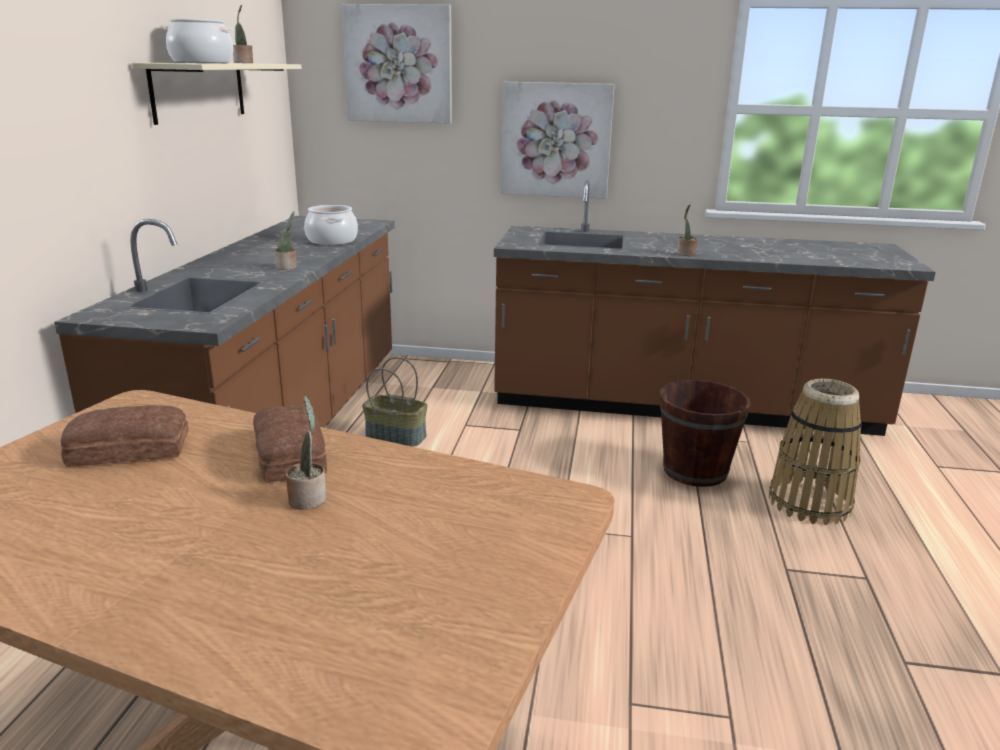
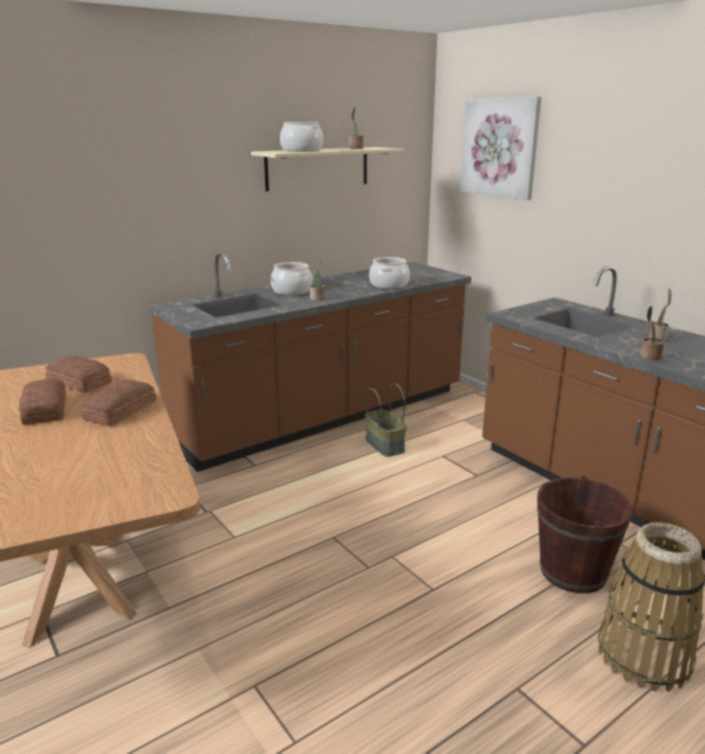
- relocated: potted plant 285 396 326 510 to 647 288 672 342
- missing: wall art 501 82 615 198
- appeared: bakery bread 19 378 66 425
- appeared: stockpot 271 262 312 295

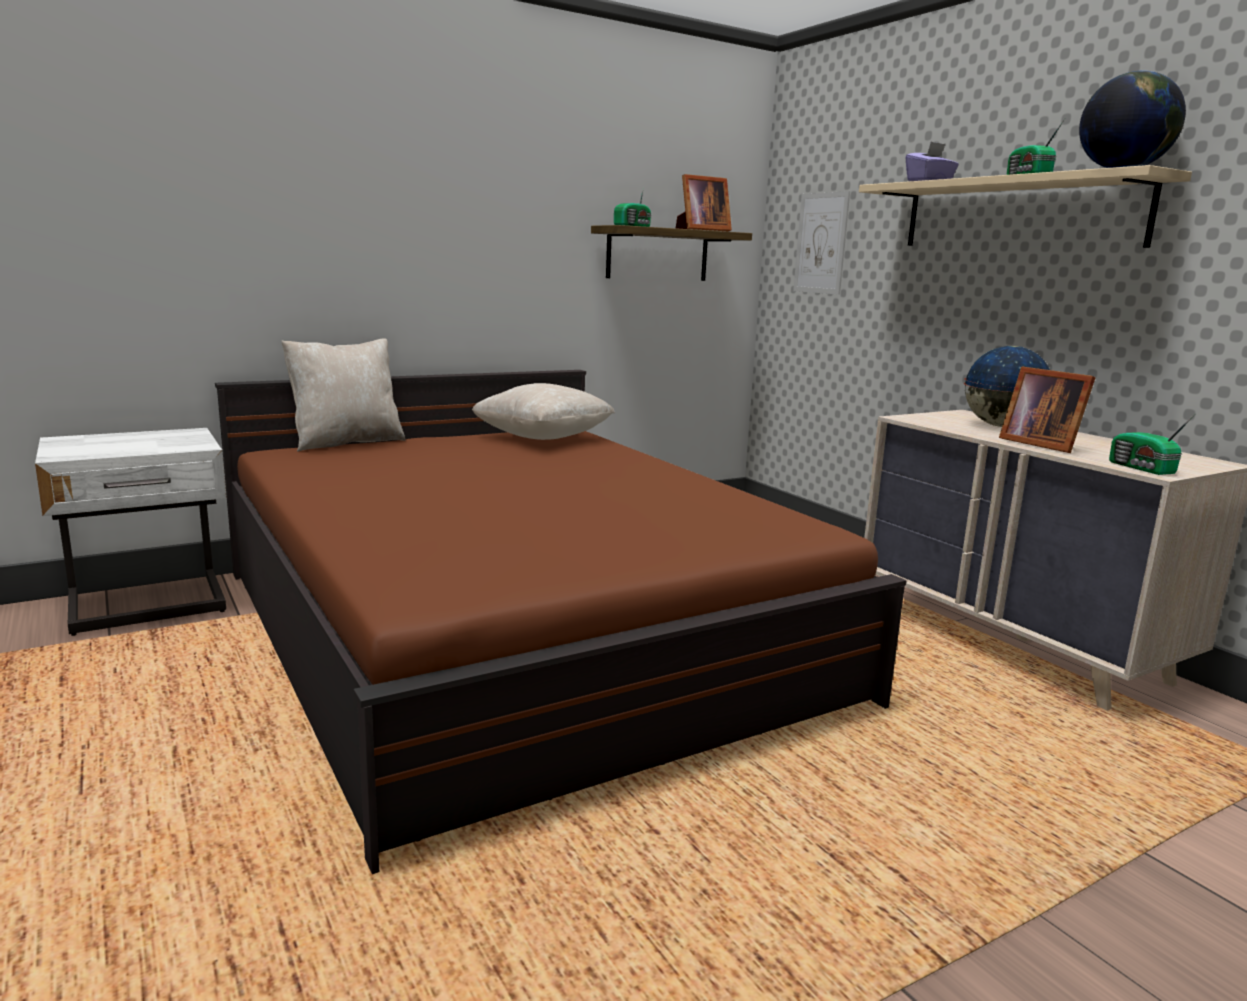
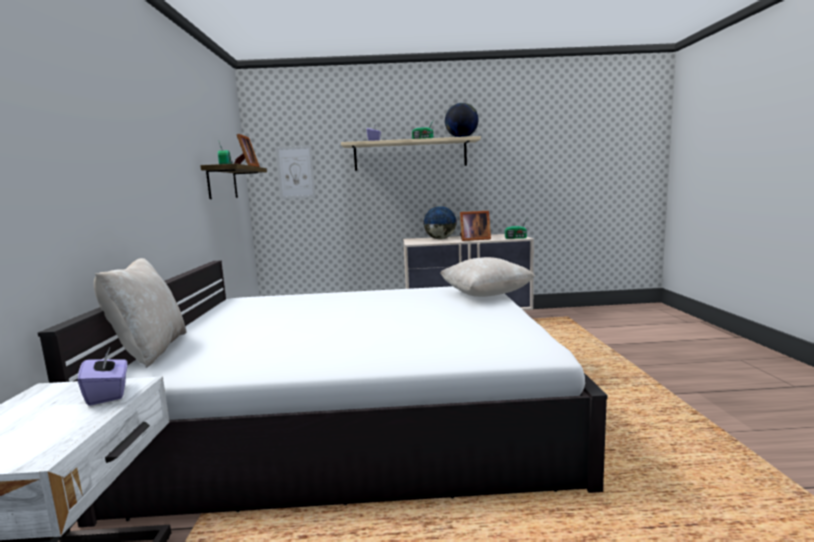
- colour: bed in brown-coloured 215 370 907 874 to bed in whitish 38 260 608 527
- relocated: cushion in beige 472 383 615 440 to 440 257 536 297
- appeared: box of tissues in purple-coloured 78 348 128 406

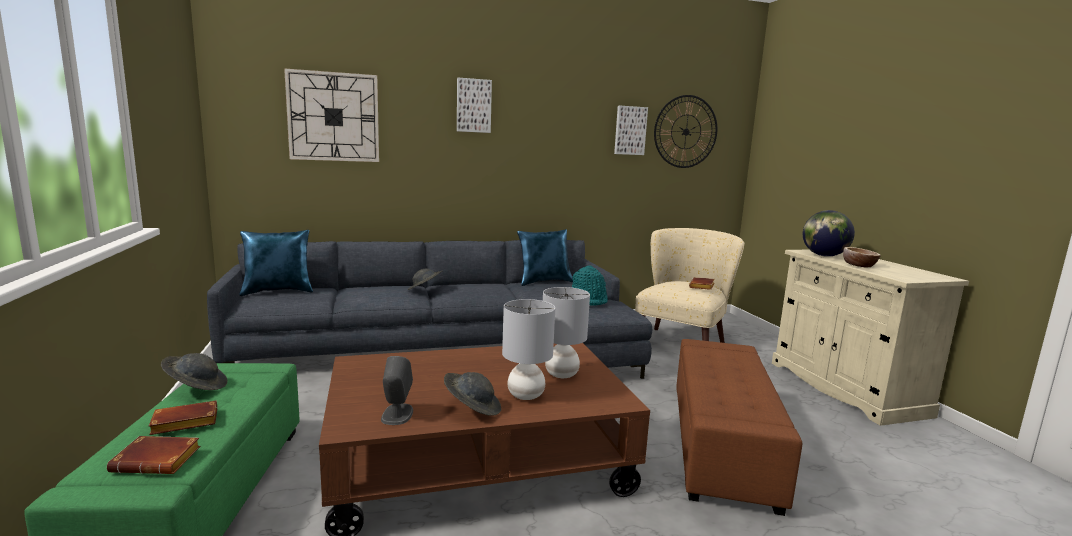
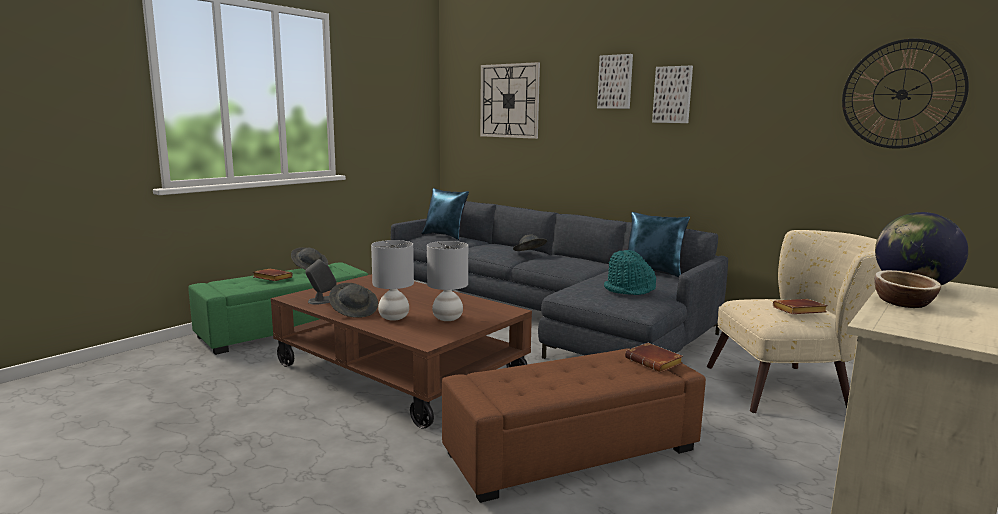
- relocated: bound book in brown-coloured 107 436 200 474 to 625 343 683 372
- relocated: wall art 614 106 648 155 to 652 66 693 123

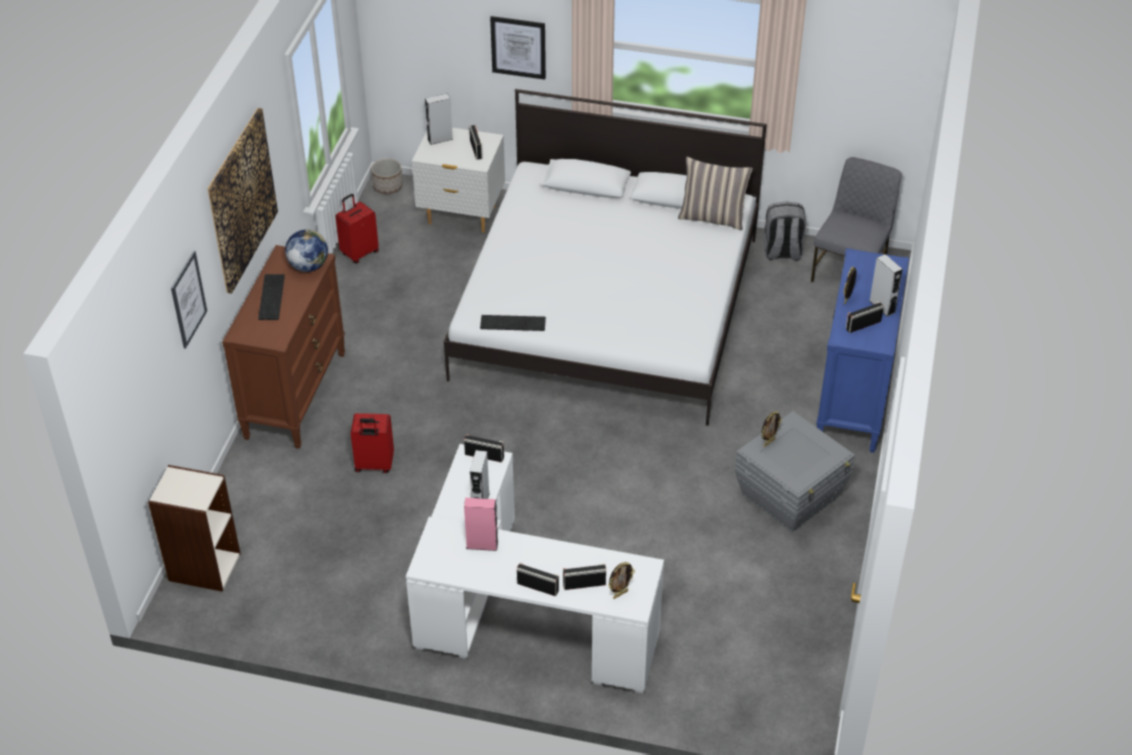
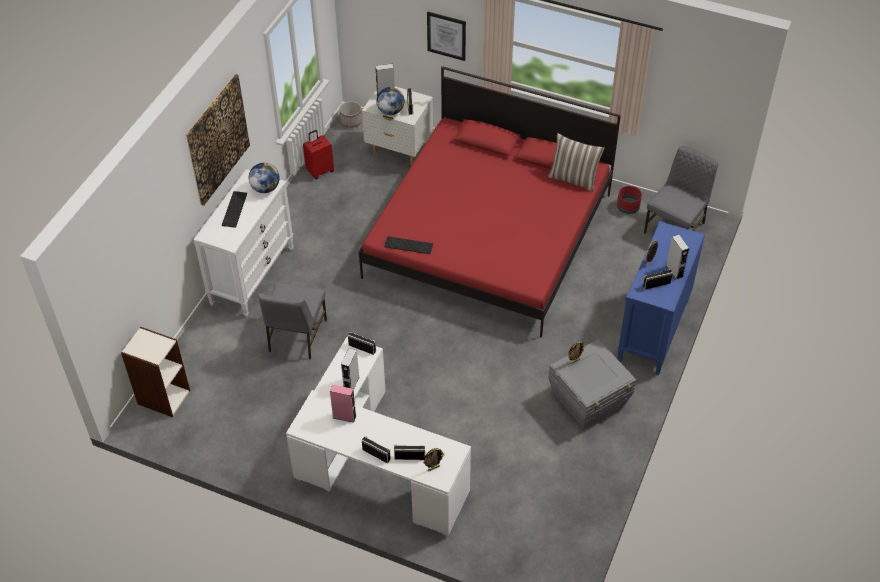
- missing: wall art 171 251 207 349
- colour: drawer chest in brown-coloured 222 245 345 449 to drawer chest in whitish 193 169 294 317
- exchanged: suitcase in reddish 351 413 394 473 to chair in grey 258 282 327 359
- colour: bed in whitish 444 89 767 426 to bed in reddish 359 66 621 337
- exchanged: knapsack in grey 763 201 806 261 to planter in reddish 617 186 642 214
- appeared: desk globe 376 87 405 115

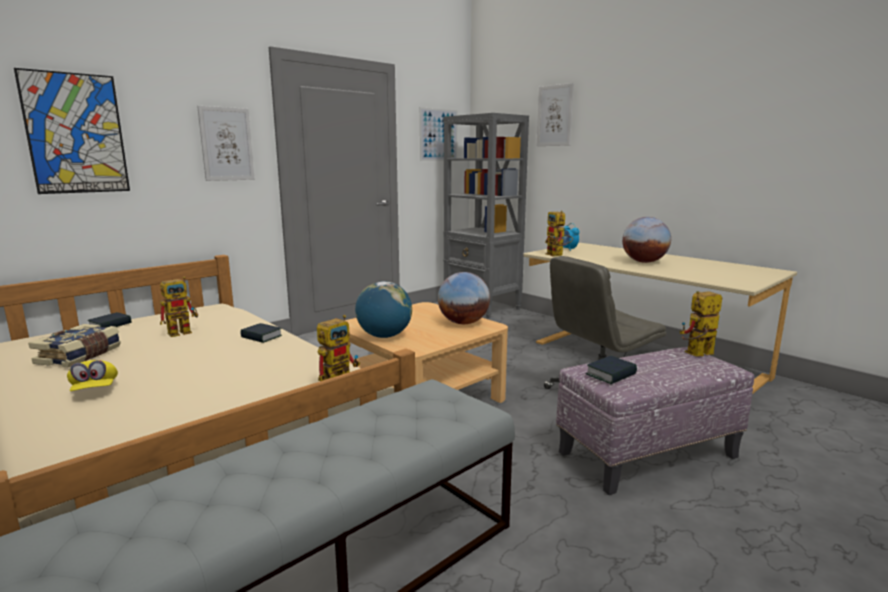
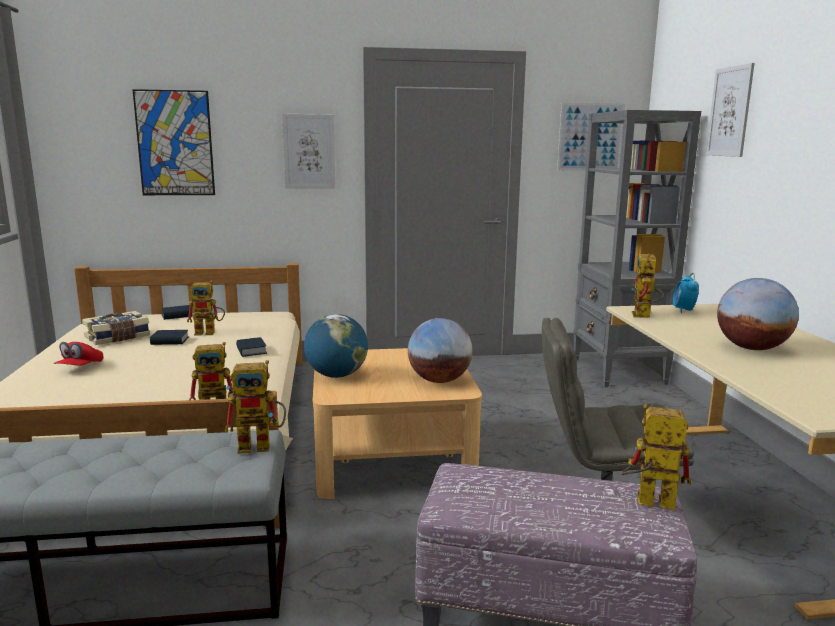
- colour: baseball cap in yellow-coloured 67 360 118 391 to baseball cap in reddish 54 342 103 366
- relocated: bound book 585 356 637 384 to 150 330 189 345
- appeared: model robot 224 360 286 454

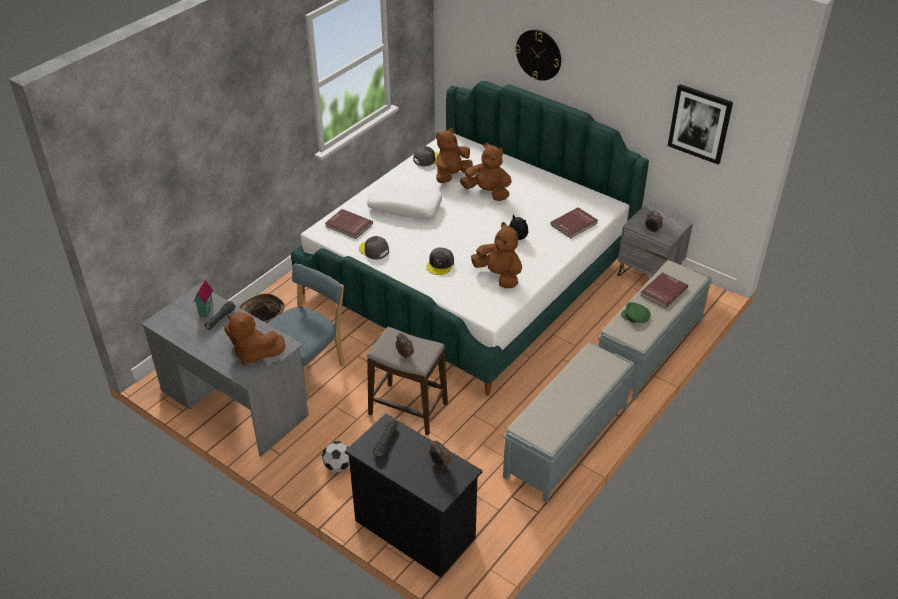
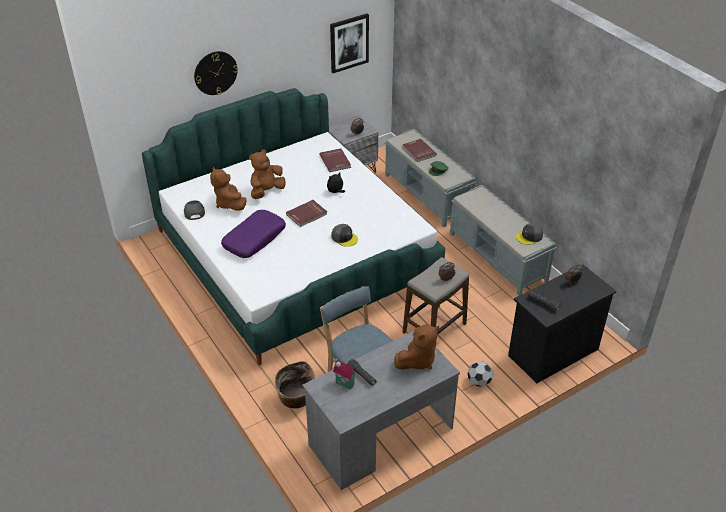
- relocated: bound book in reddish 325 209 373 239 to 286 200 327 227
- relocated: baseball cap in grey 359 236 389 260 to 516 223 543 245
- colour: cushion in whitish 367 181 442 218 to cushion in purple-coloured 221 210 286 258
- missing: soft toy in brown-coloured 471 222 522 288

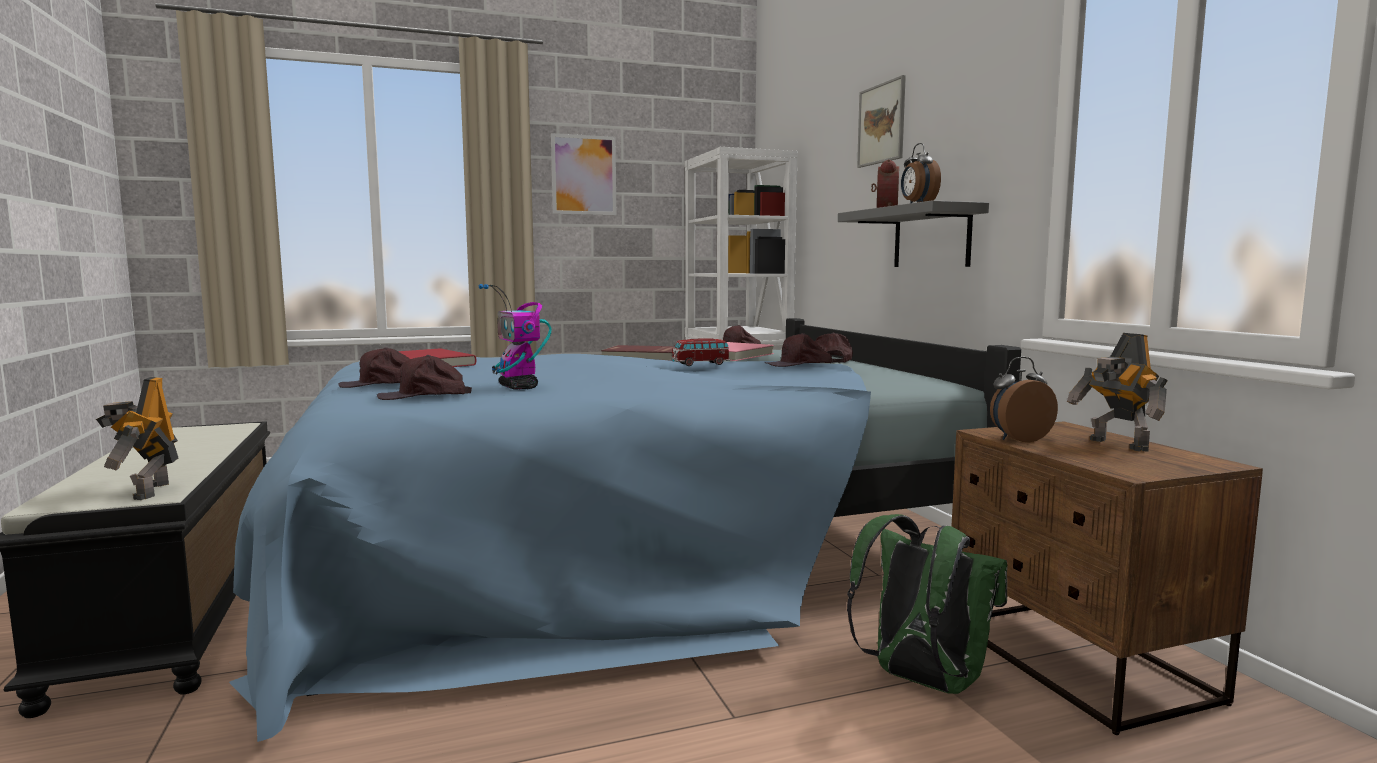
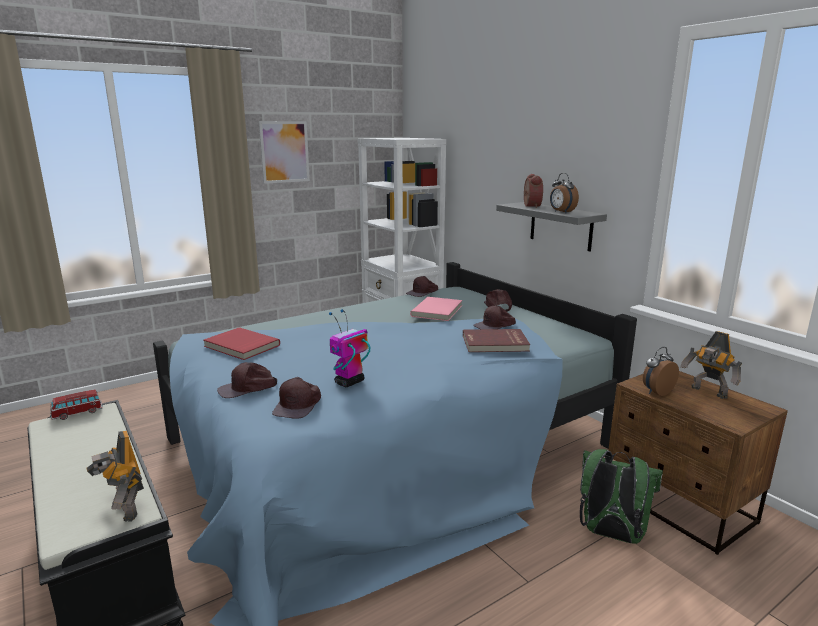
- spun: baseball cap in brown-coloured 377 355 472 400 = 272 377 321 419 45 degrees counterclockwise
- spun: model robot 478 284 552 390 = 329 309 370 387 90 degrees clockwise
- relocated: bound book in reddish 601 345 674 361 to 463 329 531 352
- relocated: model car 671 338 730 366 to 50 390 103 420
- missing: wall art 857 75 906 168

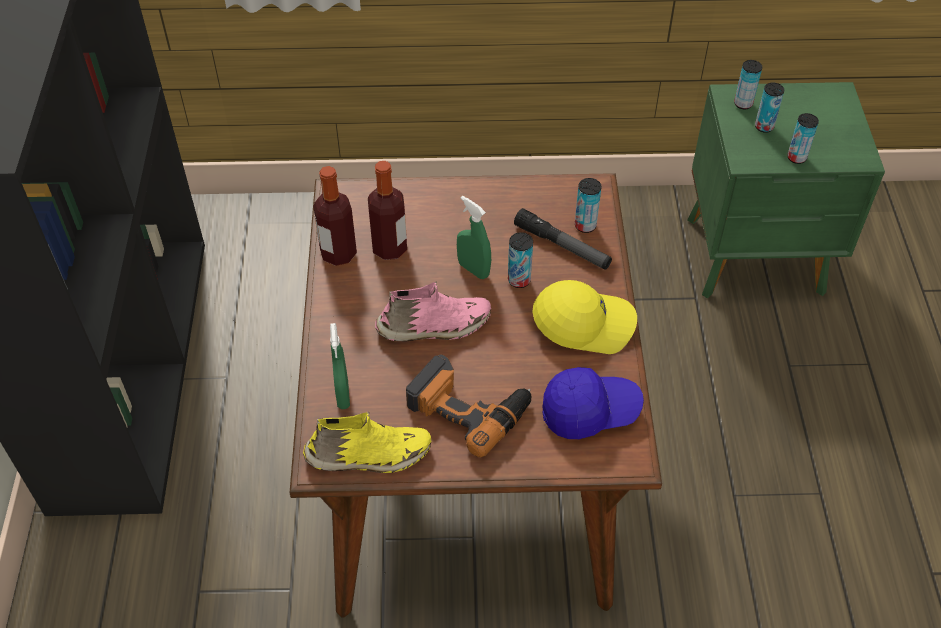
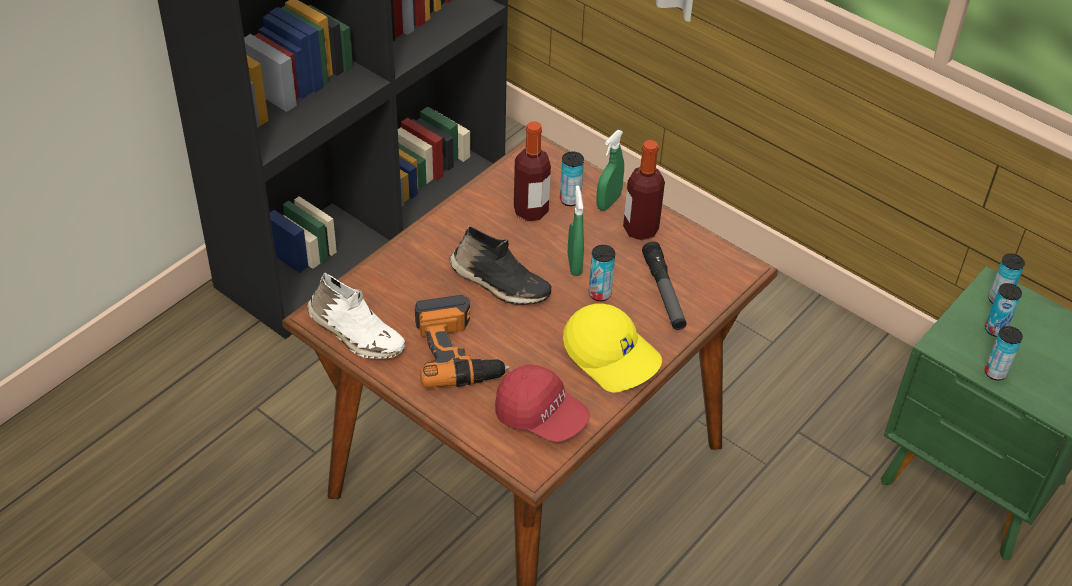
- colour: item of footwear in yellow-coloured 303 412 431 473 to item of footwear in whitish 307 272 405 359
- relocated: bottle 313 166 357 266 to 623 140 665 240
- relocated: spray bottle in green-coloured 330 323 350 409 to 596 130 624 211
- colour: item of footwear in pinkish 375 281 491 342 to item of footwear in black 449 226 552 305
- colour: baseball cap in bluish 542 367 644 439 to baseball cap in reddish 495 364 590 442
- relocated: can 575 178 602 233 to 560 152 584 206

